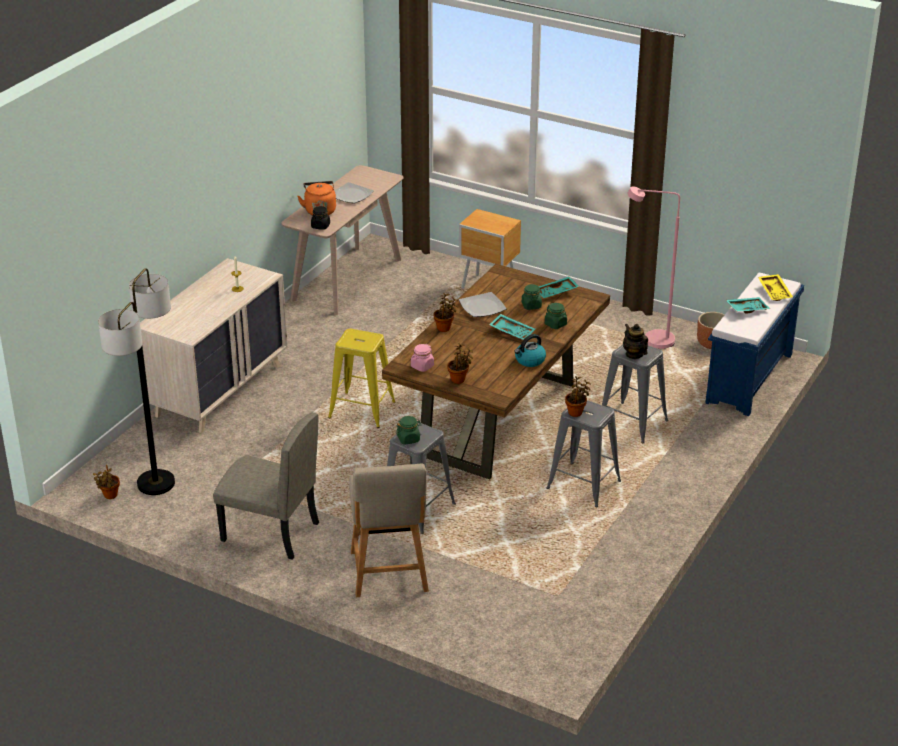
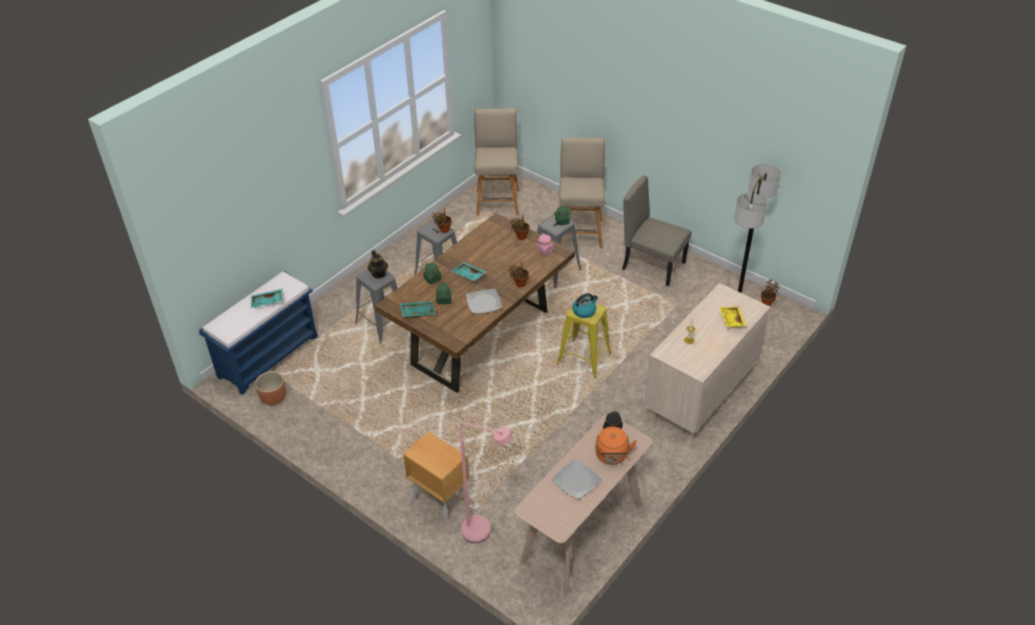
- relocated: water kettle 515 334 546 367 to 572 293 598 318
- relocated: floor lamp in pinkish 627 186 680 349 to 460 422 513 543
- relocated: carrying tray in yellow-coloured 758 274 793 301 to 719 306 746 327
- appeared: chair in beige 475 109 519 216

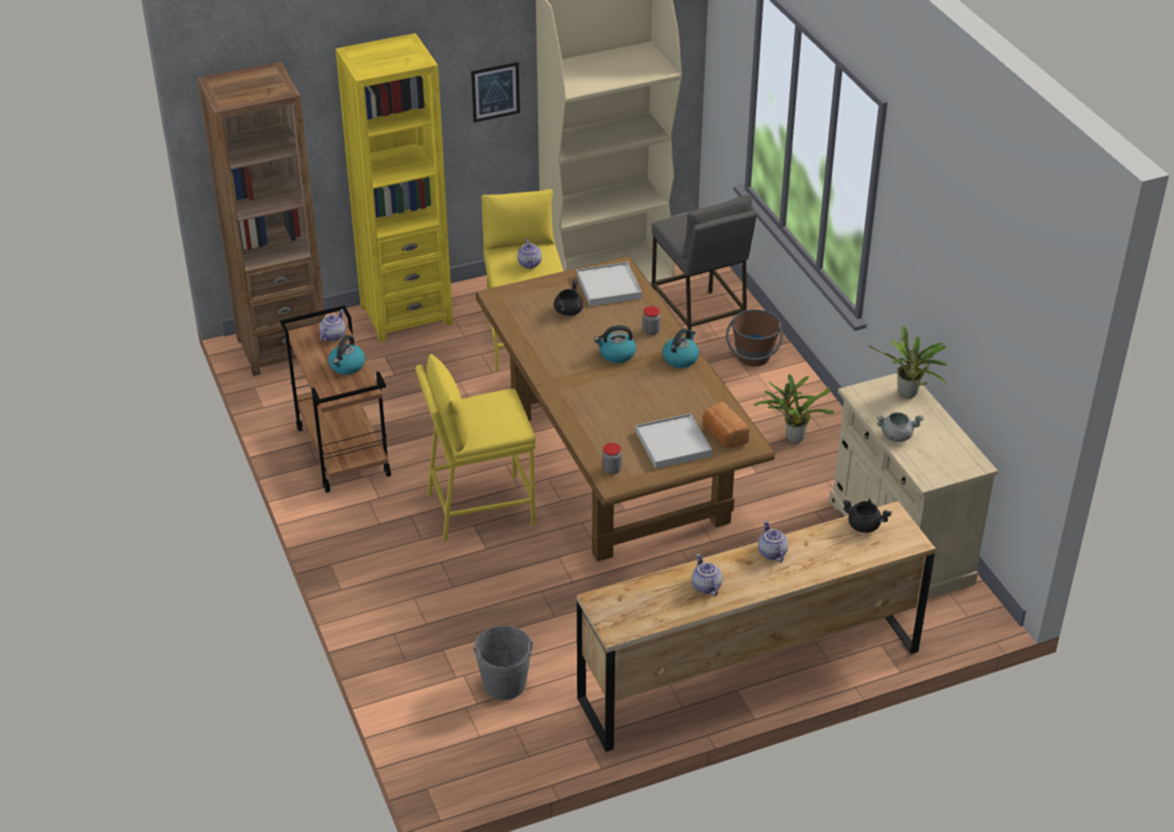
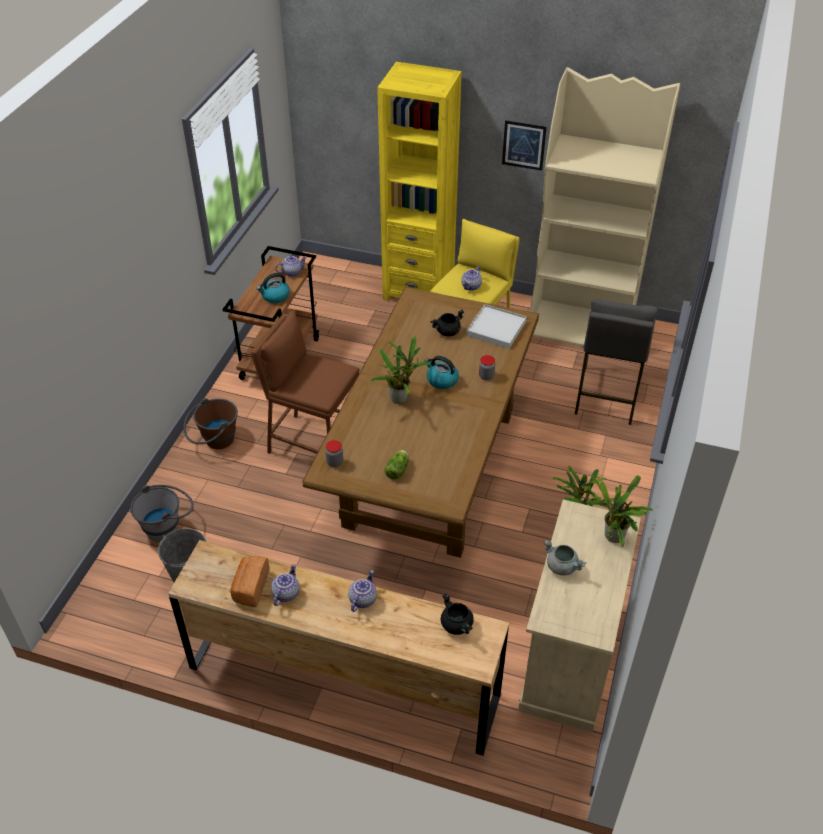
- missing: shelving unit in brown-coloured 197 62 325 376
- colour: stool seat in yellow-coloured 415 354 536 542 to stool seat in brown-coloured 251 310 360 454
- exchanged: carrying tray in whitish 636 413 712 469 to head of lettuce 384 450 408 479
- missing: water kettle 662 328 699 368
- relocated: bakery bread 702 401 749 448 to 230 556 269 607
- relocated: bucket in brown-coloured 726 309 783 366 to 183 398 238 449
- appeared: bucket in grey 130 485 194 542
- appeared: potted plant 370 337 431 404

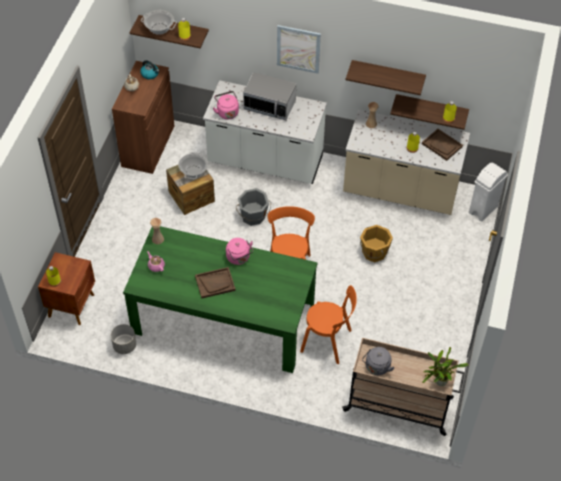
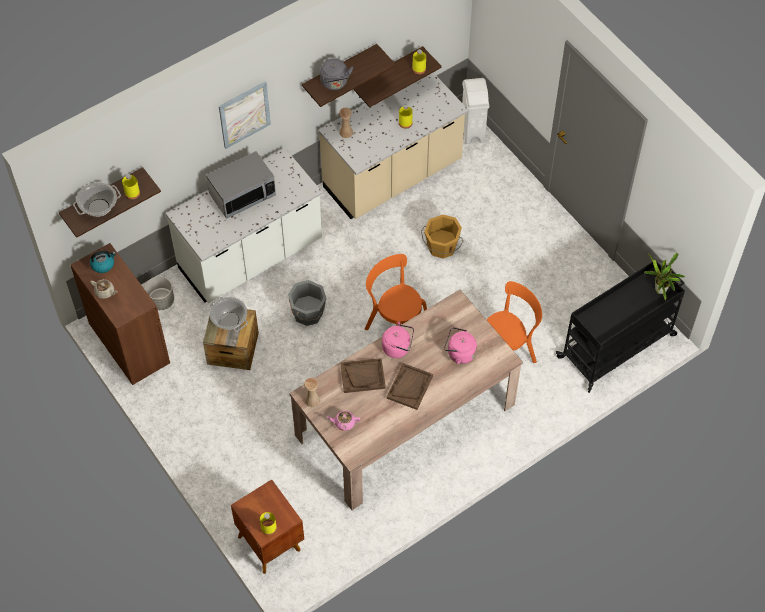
- relocated: planter in grey 111 324 136 354 to 145 276 174 310
- colour: kitchen table in green-coloured 123 226 318 373 to kitchen table in beige 289 289 523 510
- relocated: water kettle in pinkish 213 91 239 119 to 444 327 477 364
- colour: wheeled cart in beige 342 338 464 436 to wheeled cart in black 556 261 685 393
- relocated: water kettle in grey 362 347 395 375 to 320 58 353 90
- relocated: carrying tray in brown-coloured 422 129 463 161 to 340 358 386 393

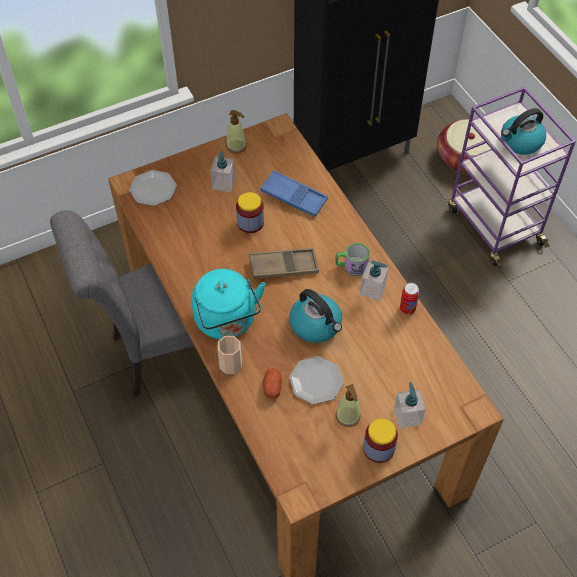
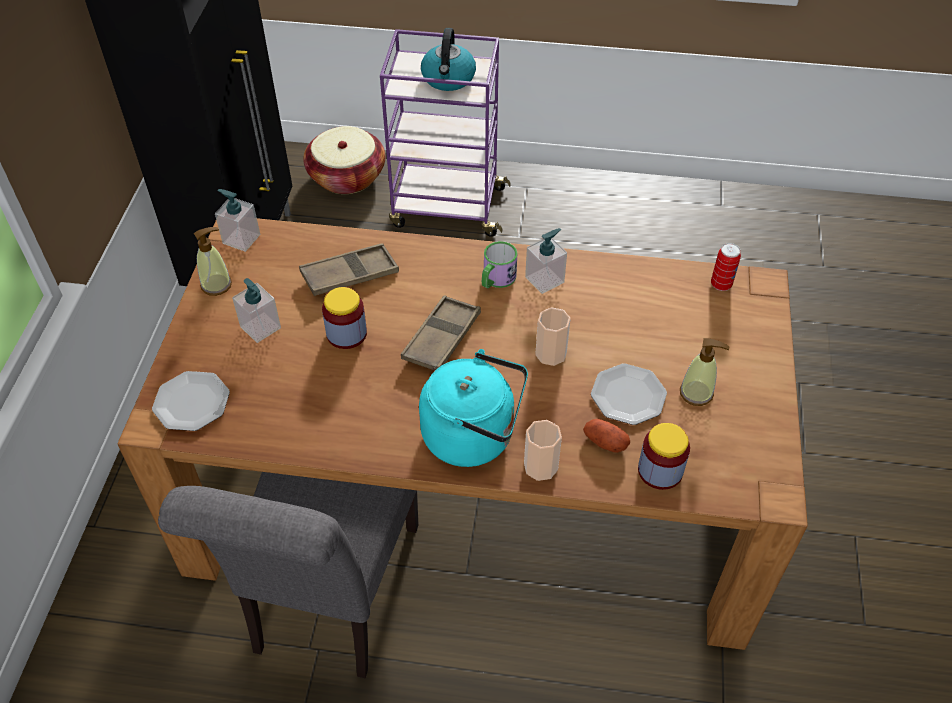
- colour: carrying tray in bluish 260 170 328 217 to carrying tray in brown-coloured 299 243 399 296
- exchanged: water kettle 289 289 342 343 to cup 535 307 571 366
- relocated: jar 363 419 398 463 to 638 423 690 490
- relocated: soap bottle 394 382 426 428 to 215 189 260 252
- relocated: can 400 283 419 315 to 711 243 741 291

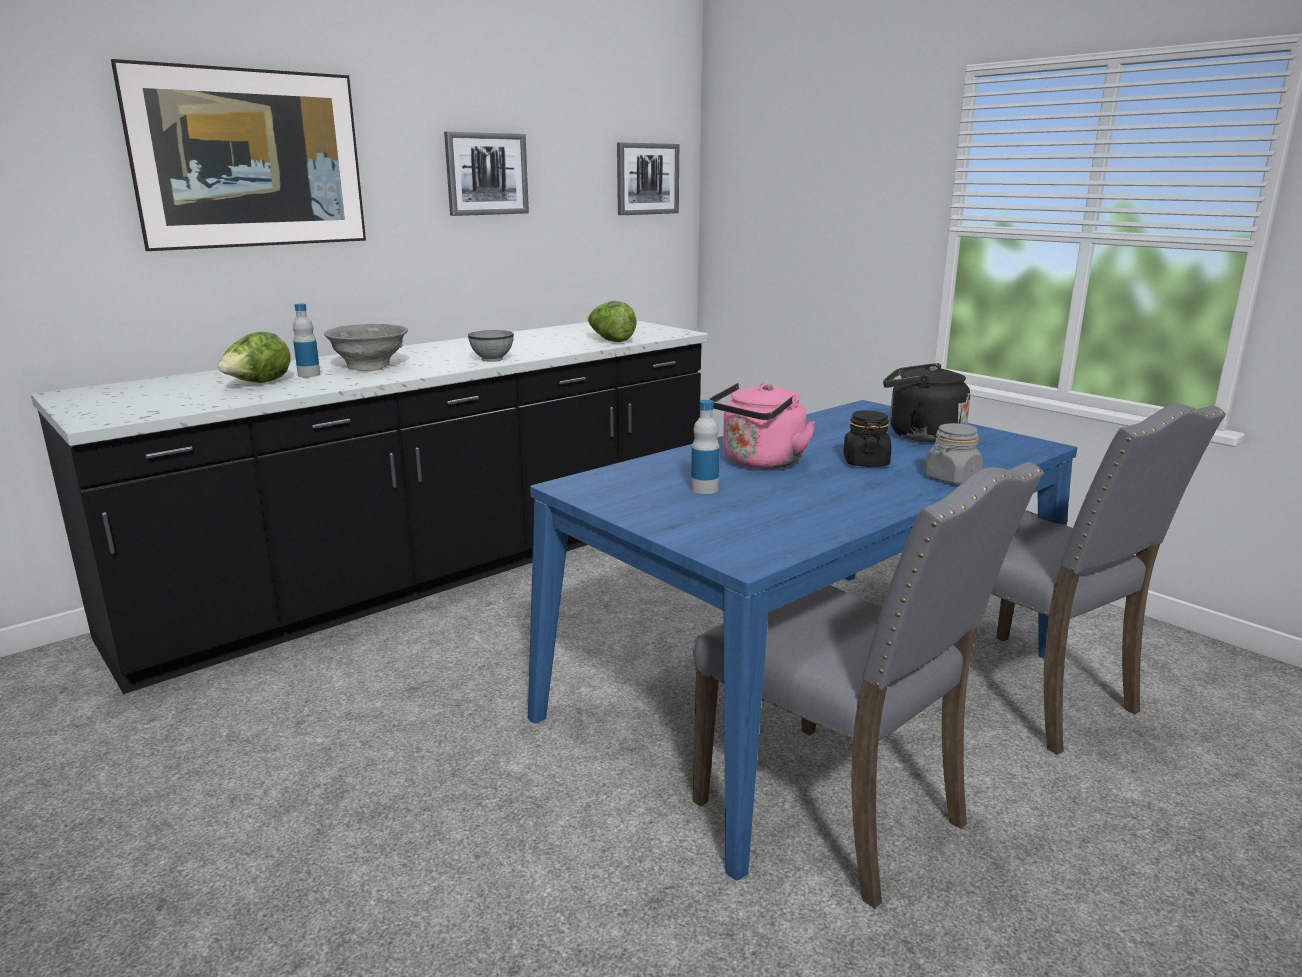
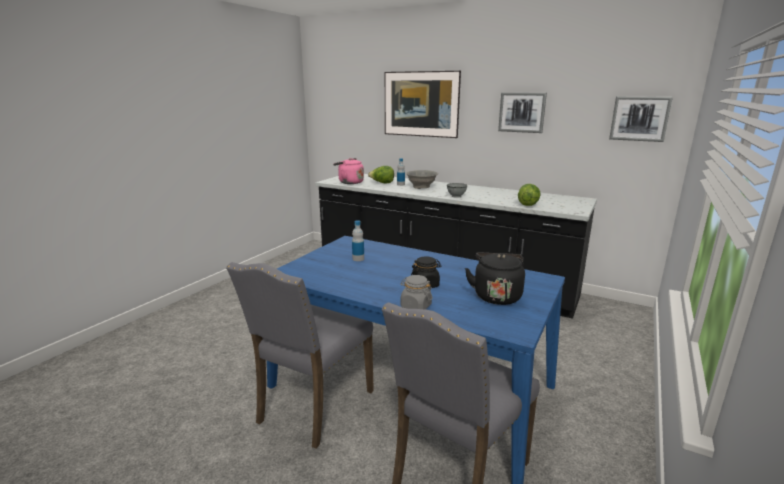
- relocated: water kettle in pinkish 709 383 816 469 to 333 158 364 184

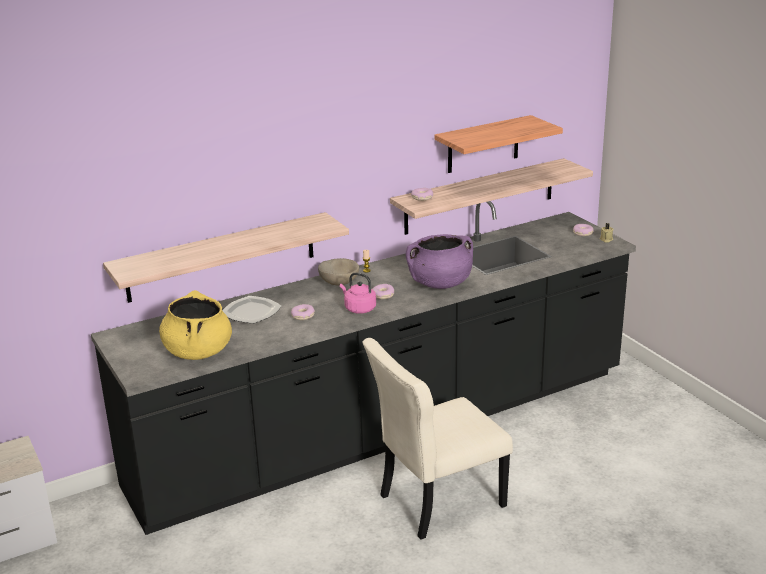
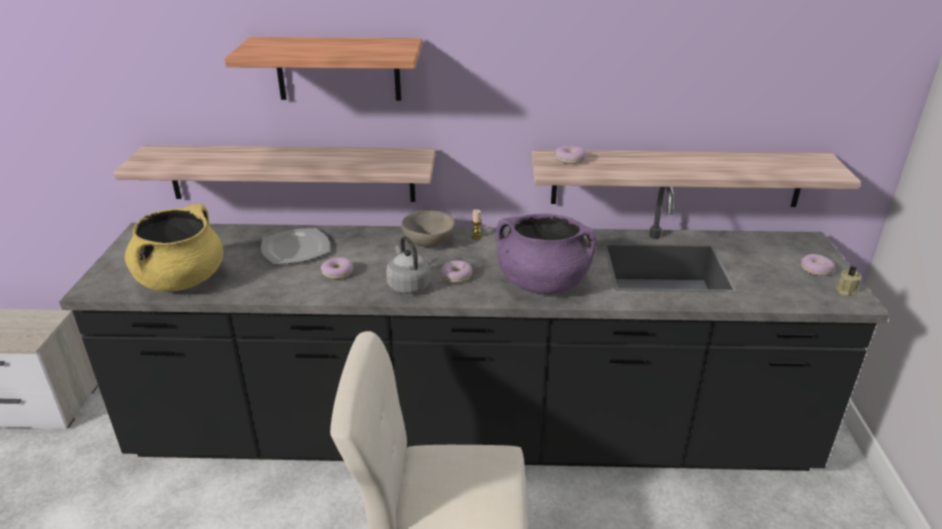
- colour: water kettle in pinkish 340 272 376 314 to water kettle in grey 386 236 430 294
- relocated: bracket shelf 435 115 563 173 to 224 37 422 101

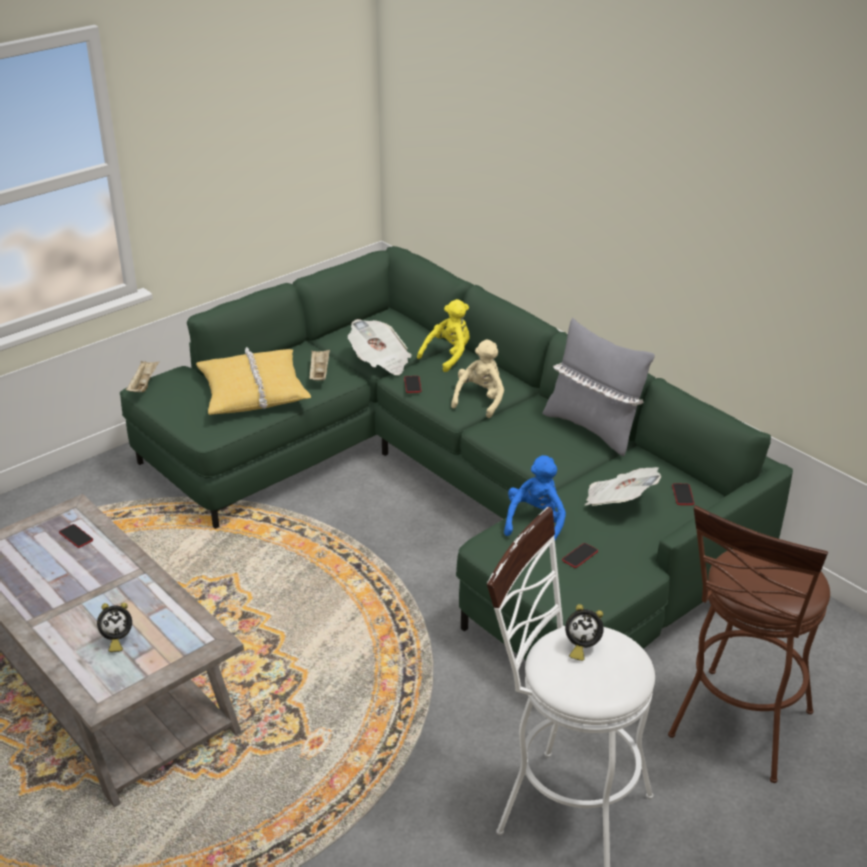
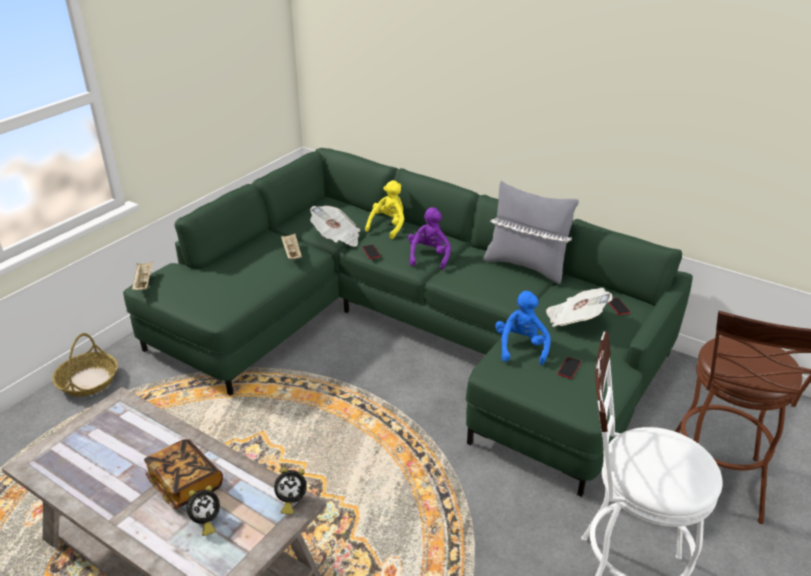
- missing: phone 59 524 93 548
- missing: cushion in yellow-coloured 196 347 311 415
- colour: soft toy in beige 451 340 504 418 to soft toy in purple-coloured 408 207 451 270
- relocated: alarm clock 565 604 604 661 to 274 467 307 514
- appeared: storage basket 52 333 118 396
- appeared: bound book 144 439 223 509

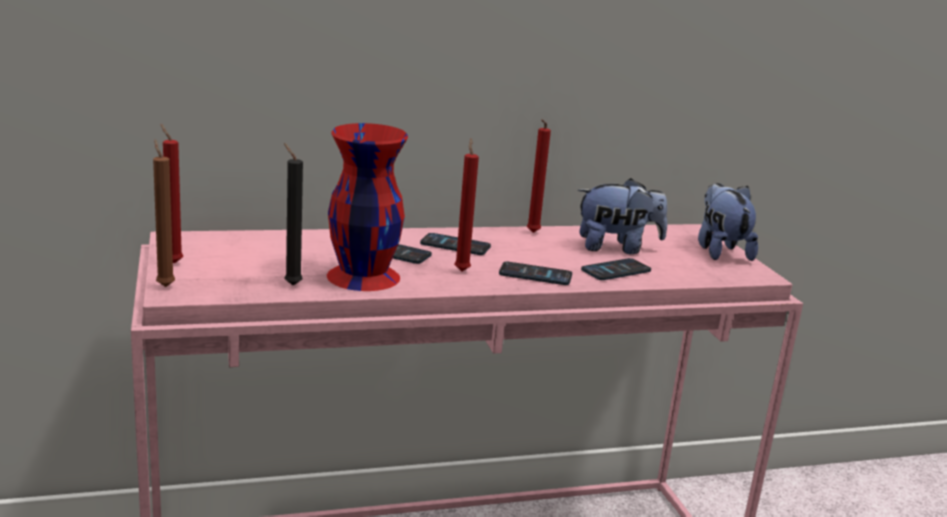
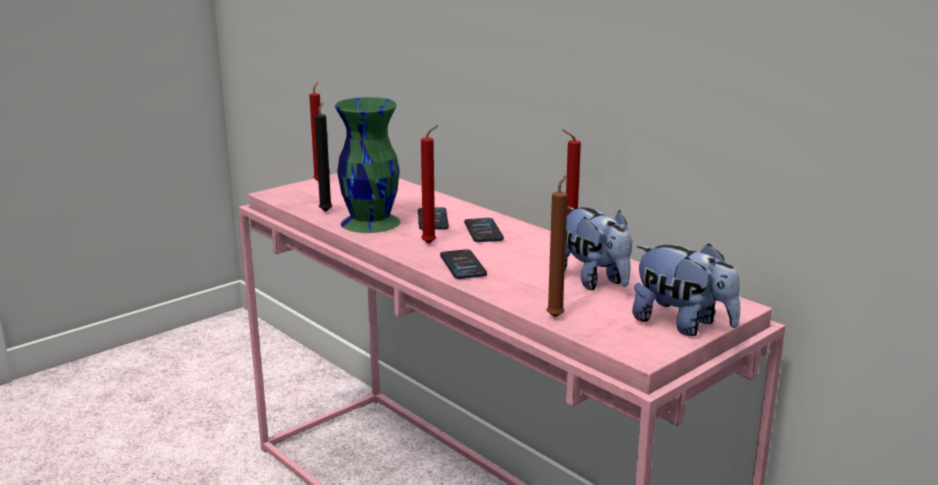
- relocated: wax light in brown-coloured 153 140 175 287 to 547 175 568 317
- colour: vase in reddish 327 123 408 291 to vase in green-coloured 335 97 401 233
- missing: phone 581 258 651 280
- spun: soft toy 698 183 758 261 = 632 243 740 336 75 degrees clockwise

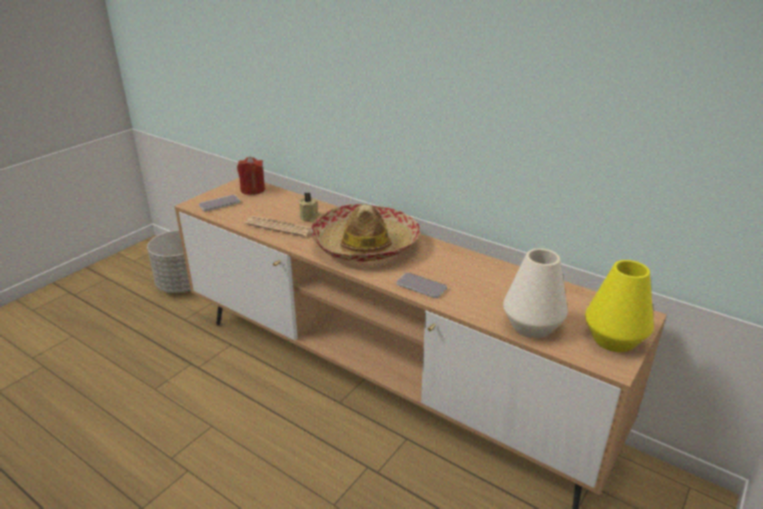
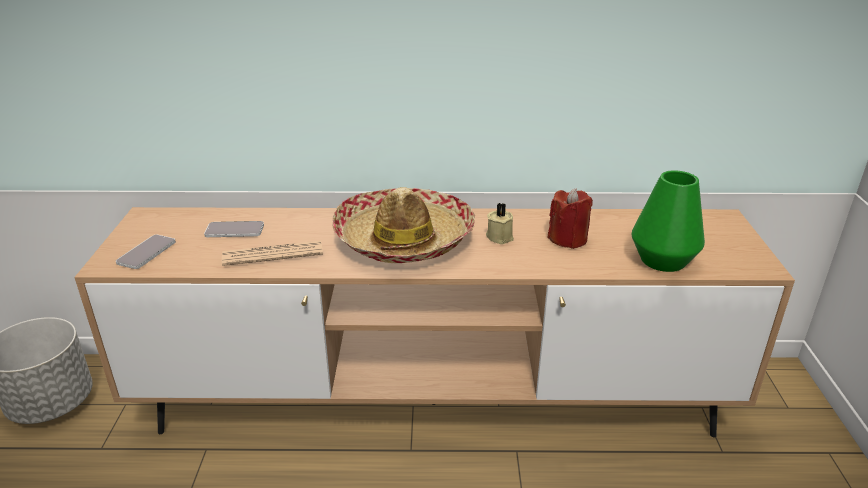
- relocated: wax light in reddish 237 156 265 195 to 548 188 593 249
- relocated: wax light in beige 299 193 320 221 to 486 203 514 244
- relocated: phone 396 273 447 298 to 204 221 264 237
- colour: vase in whitish 503 248 568 338 to vase in green-coloured 632 170 705 272
- missing: vase in yellow-coloured 585 260 654 352

